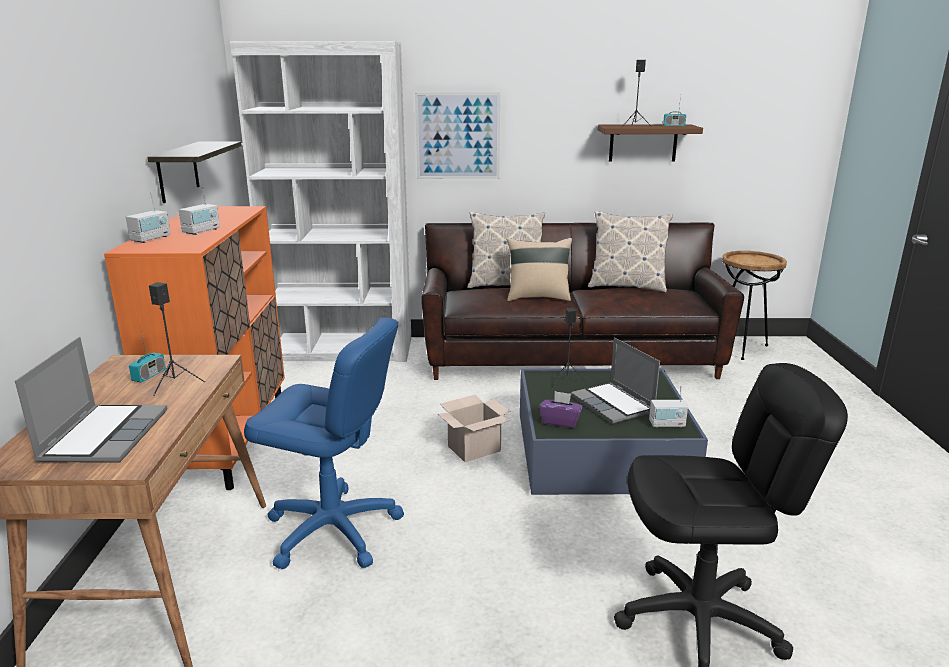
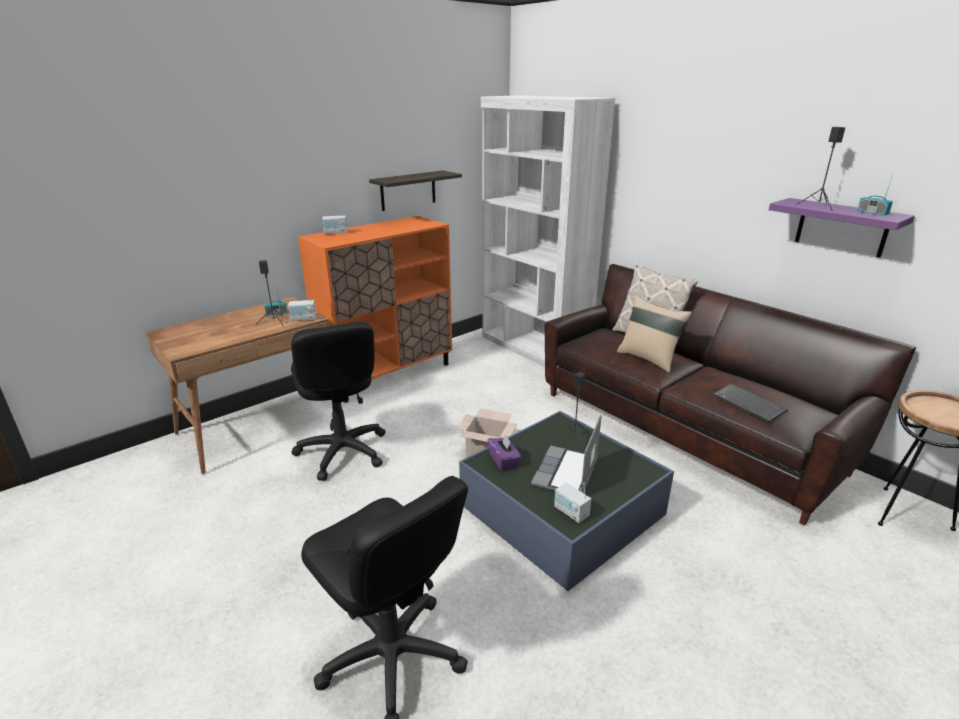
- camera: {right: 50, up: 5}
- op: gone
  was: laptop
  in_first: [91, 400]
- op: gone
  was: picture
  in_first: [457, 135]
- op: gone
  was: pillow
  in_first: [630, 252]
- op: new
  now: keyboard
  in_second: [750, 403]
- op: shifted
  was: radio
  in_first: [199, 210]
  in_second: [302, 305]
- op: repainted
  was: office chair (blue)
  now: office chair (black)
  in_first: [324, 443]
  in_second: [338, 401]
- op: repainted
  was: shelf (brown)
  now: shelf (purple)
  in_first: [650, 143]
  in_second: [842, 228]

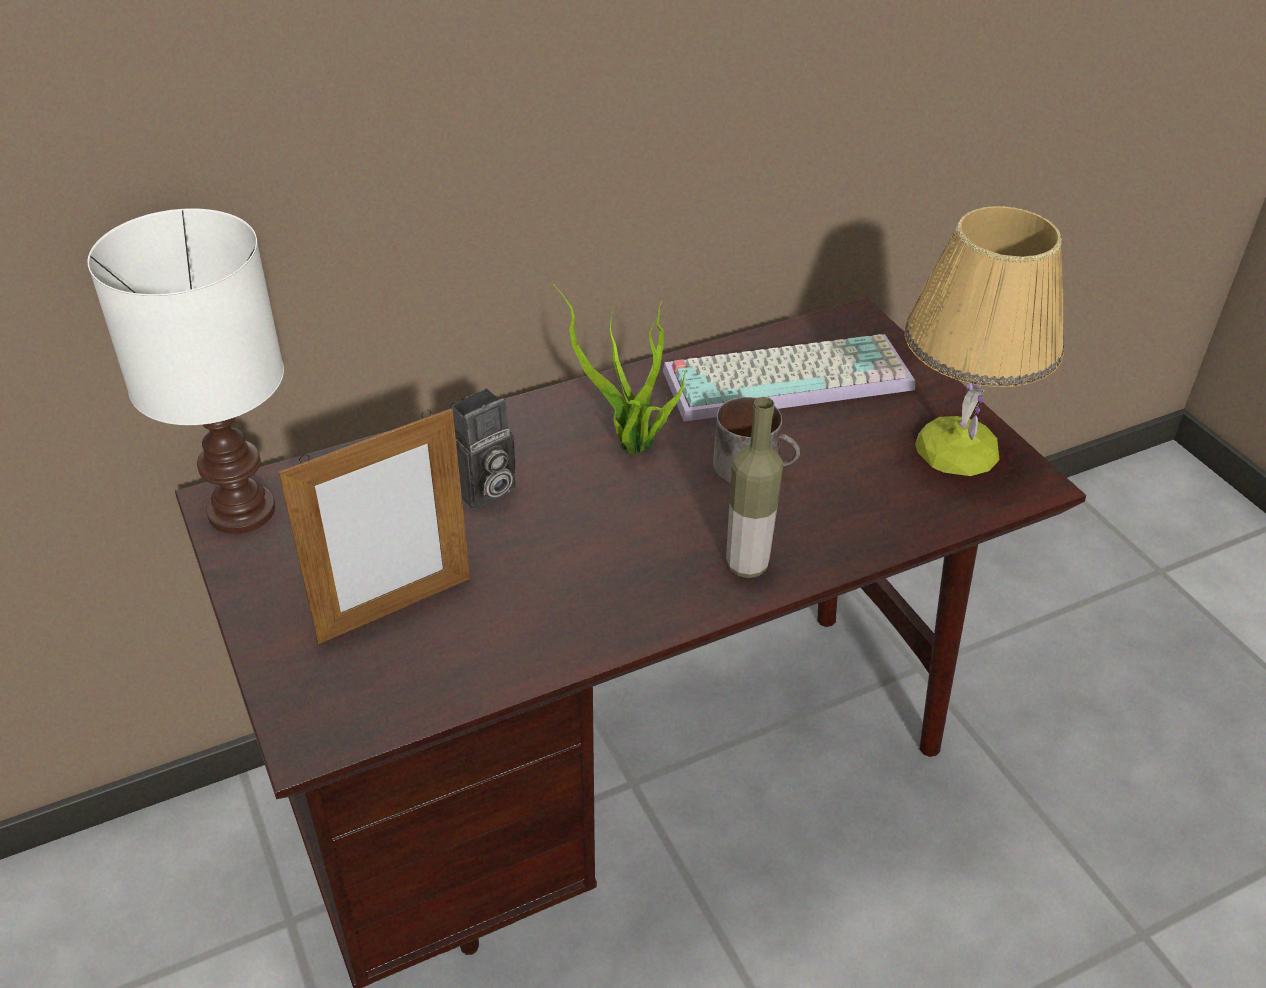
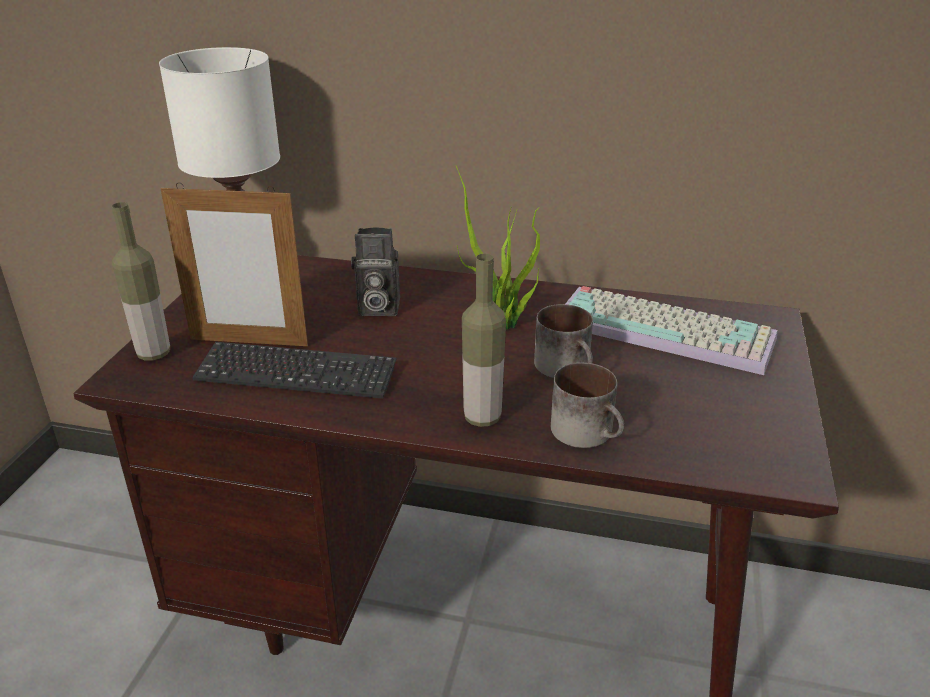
- camera: {right: 40, up: -10}
- op: gone
  was: table lamp
  in_first: [984, 341]
- op: new
  now: bottle
  in_second: [141, 281]
- op: new
  now: keyboard
  in_second: [295, 370]
- op: new
  now: mug
  in_second: [587, 405]

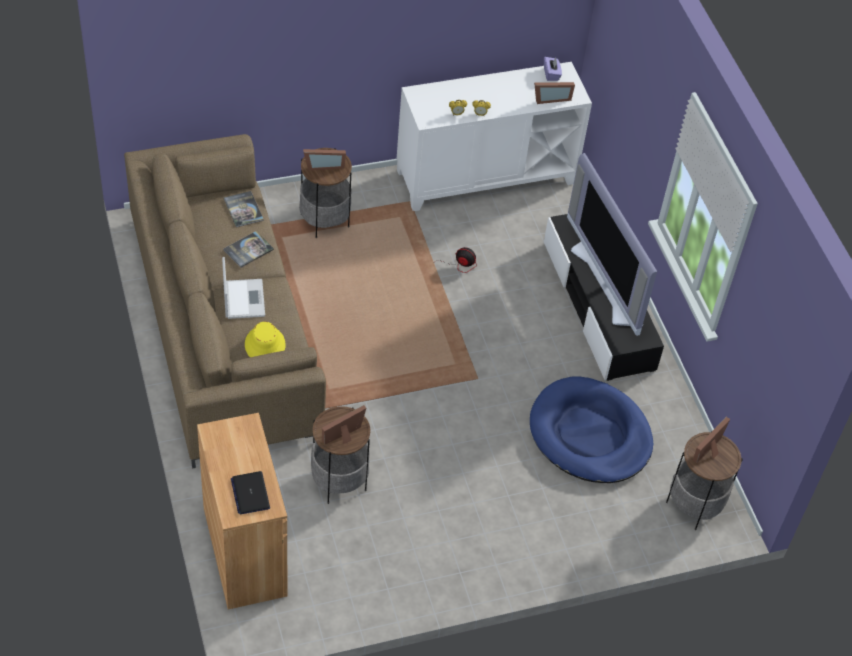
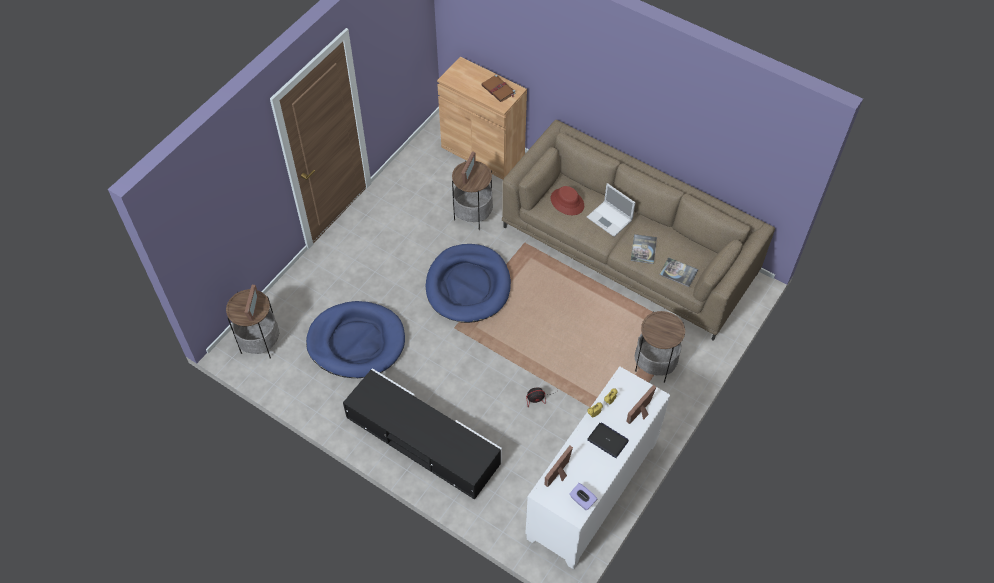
- camera: {right: 145, up: 5}
- op: gone
  was: television
  in_first: [612, 244]
- op: new
  now: dog bed (blue)
  in_second: [468, 283]
- op: new
  now: book (brown)
  in_second: [498, 88]
- op: shifted
  was: laptop
  in_first: [250, 492]
  in_second: [608, 440]
- op: shifted
  was: picture frame
  in_first: [324, 159]
  in_second: [641, 404]
- op: repainted
  was: hat (yellow)
  now: hat (red)
  in_first: [265, 339]
  in_second: [567, 200]

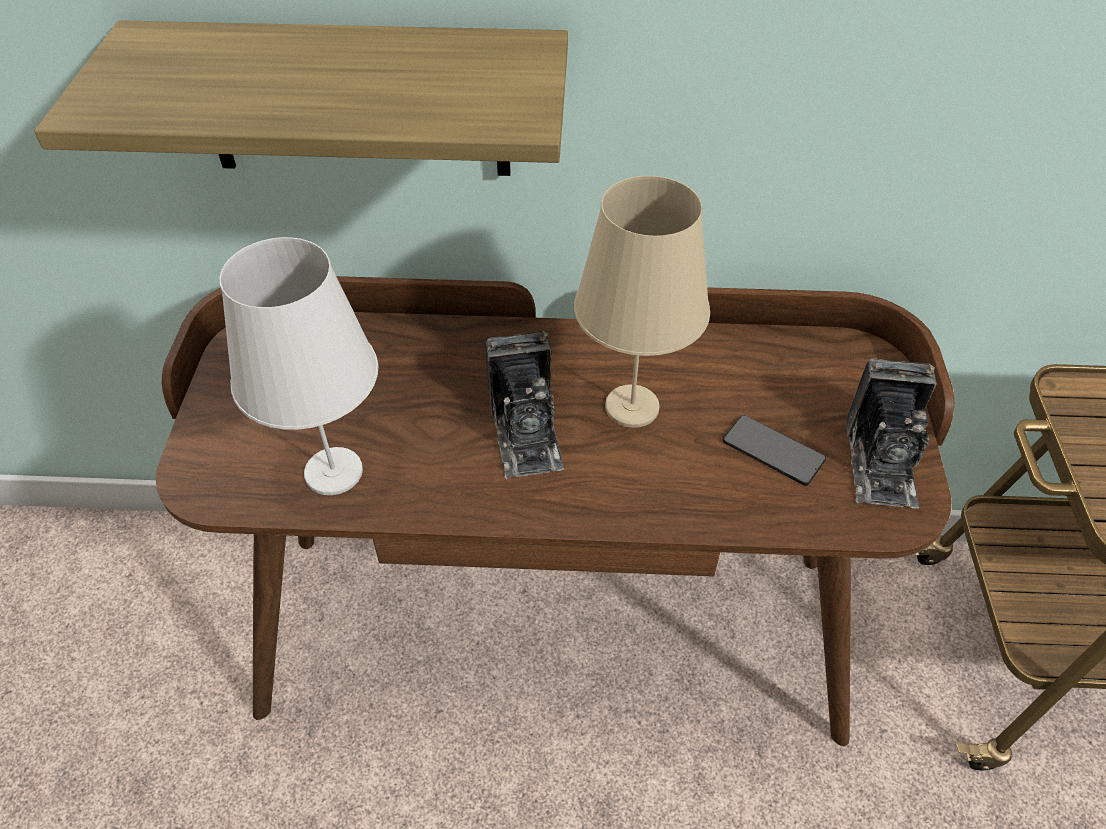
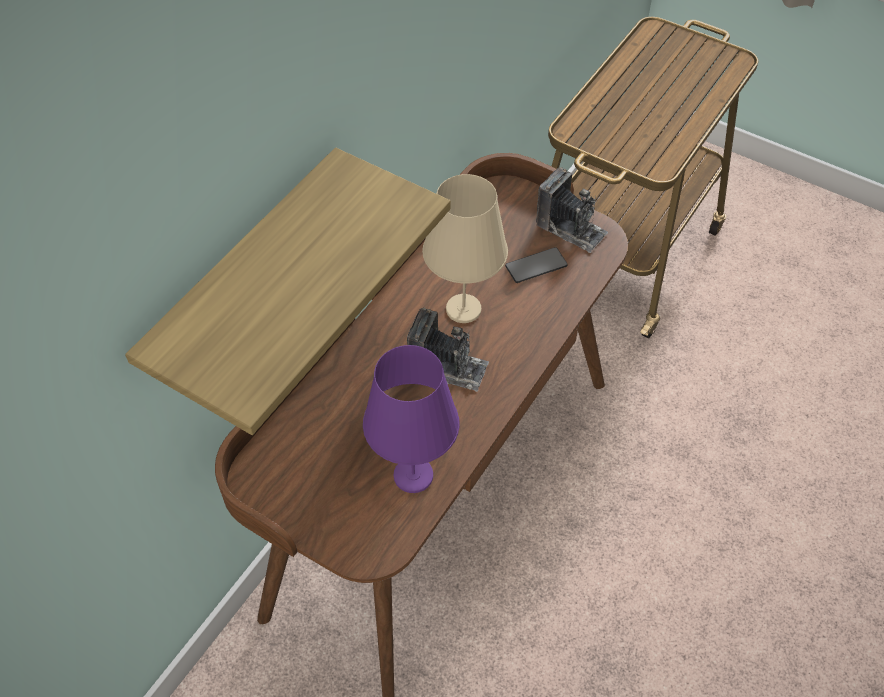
- camera: {right: -60, up: 5}
- op: repainted
  was: table lamp (white)
  now: table lamp (purple)
  in_first: [299, 366]
  in_second: [411, 419]

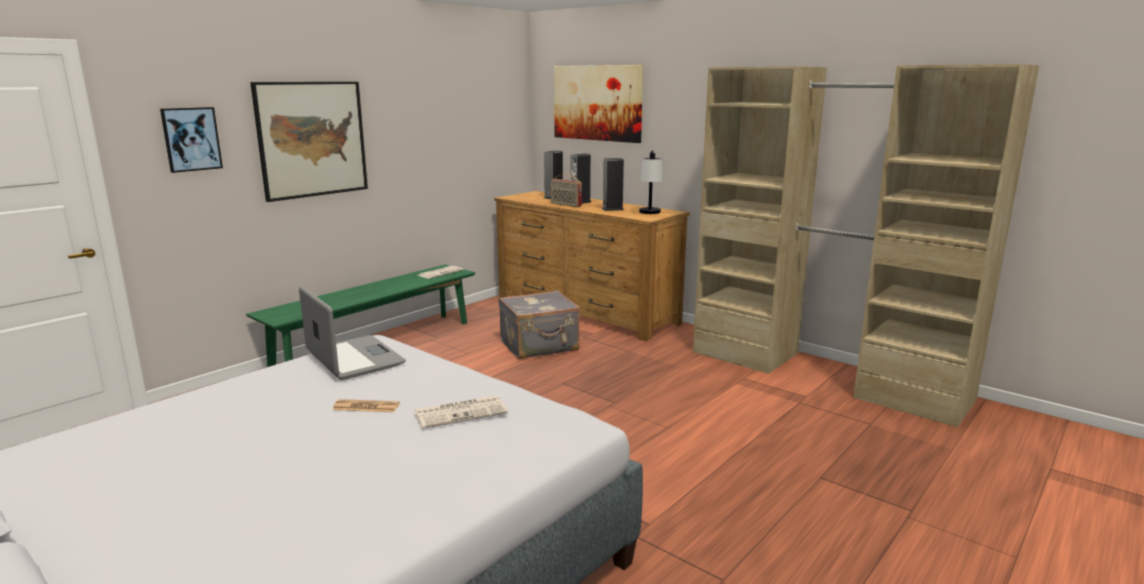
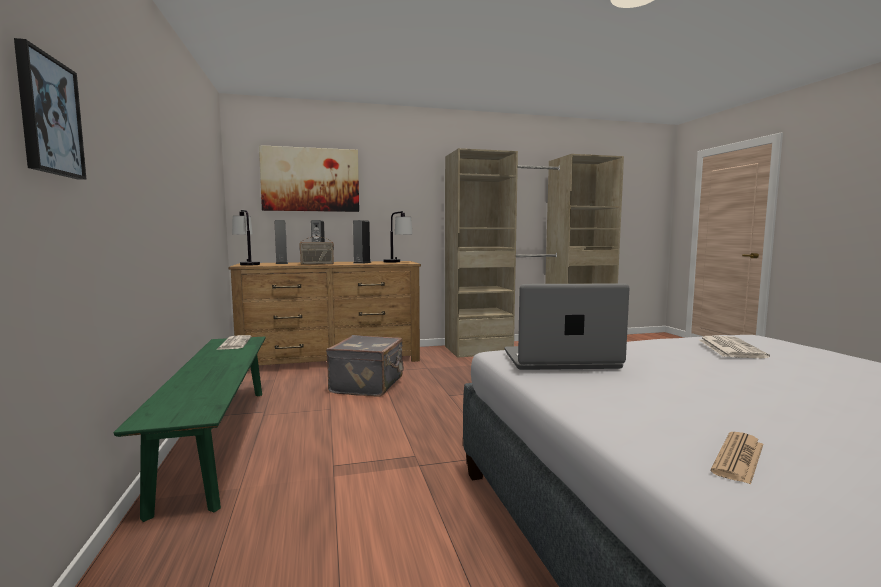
- camera: {right: -55, up: -10}
- op: gone
  was: picture
  in_first: [309, 142]
- op: new
  now: table lamp
  in_second: [246, 238]
- op: shifted
  was: newspaper
  in_first: [366, 405]
  in_second: [737, 458]

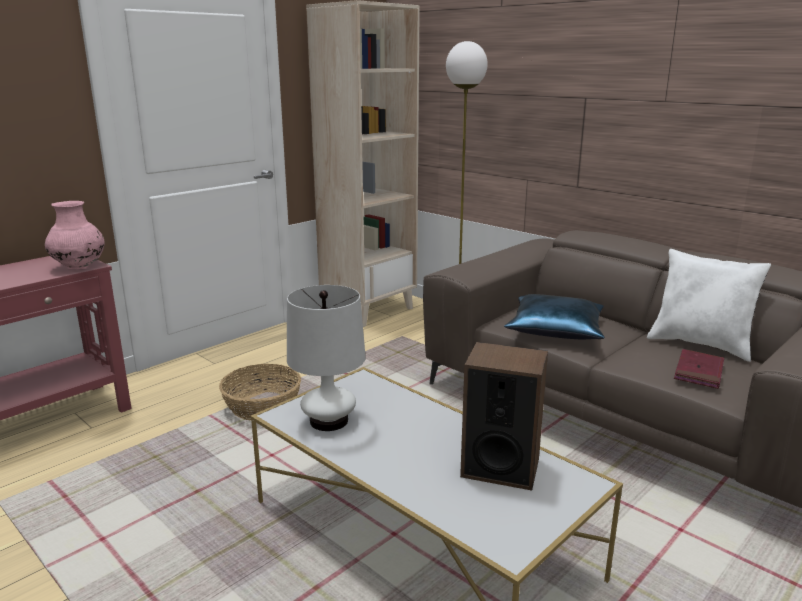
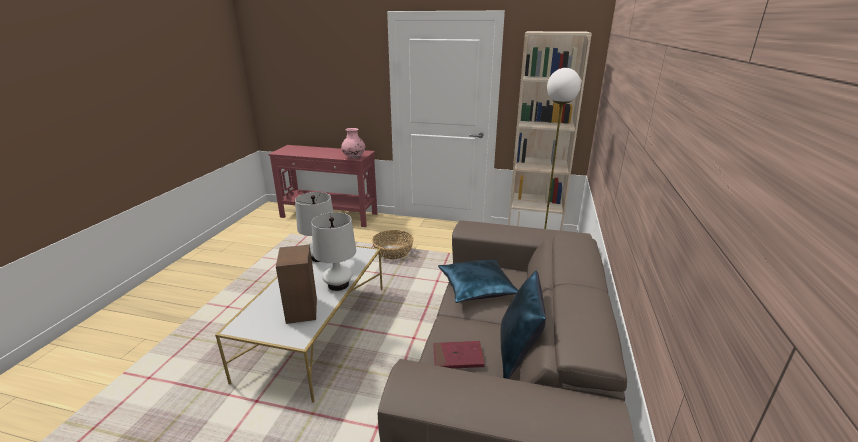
- camera: {right: 60, up: 5}
- op: new
  now: table lamp (white)
  in_second: [333, 251]
- op: repainted
  was: pillow (white)
  now: pillow (blue)
  in_first: [709, 305]
  in_second: [523, 325]

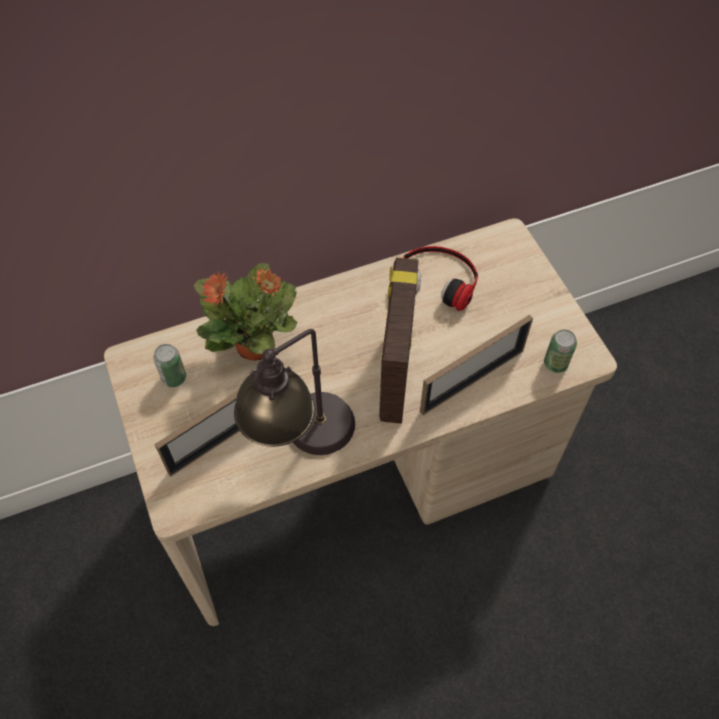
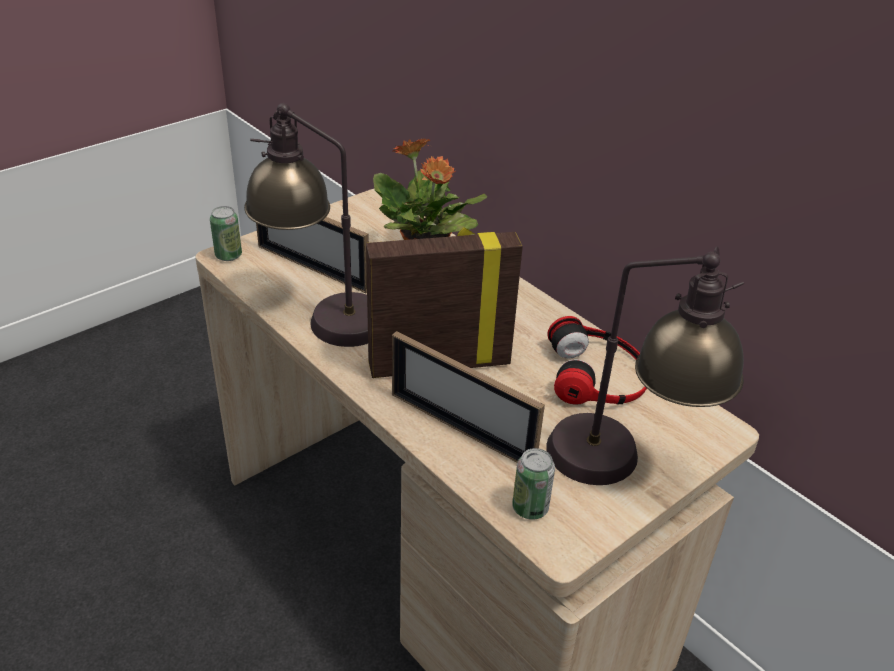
- camera: {right: 70, up: -20}
- op: new
  now: table lamp
  in_second: [645, 366]
- op: shifted
  was: can
  in_first: [169, 365]
  in_second: [226, 233]

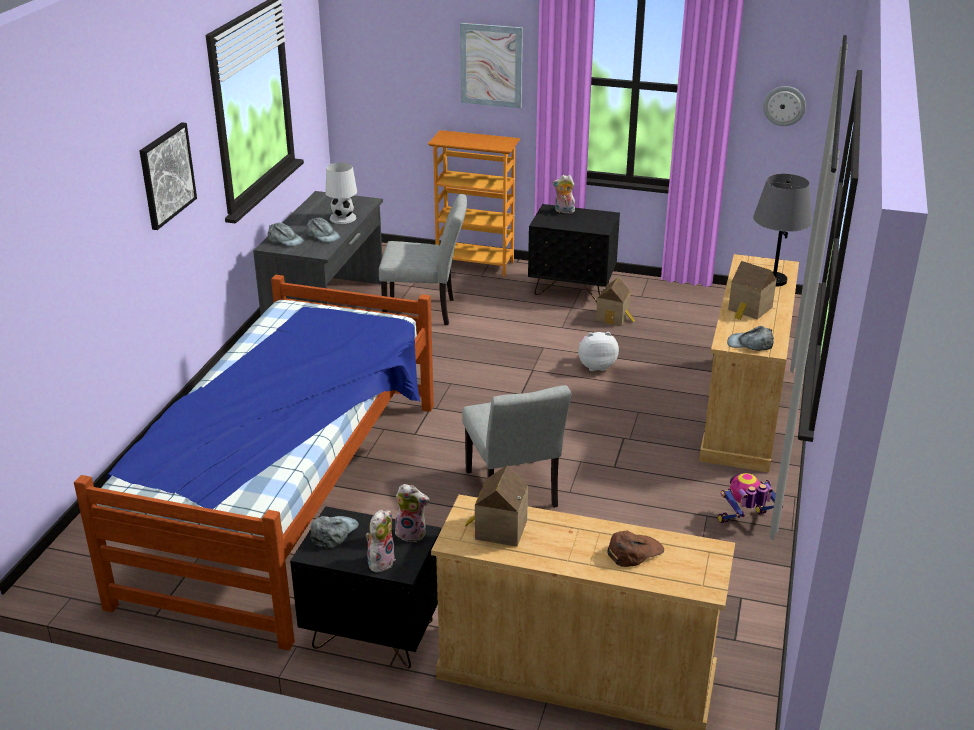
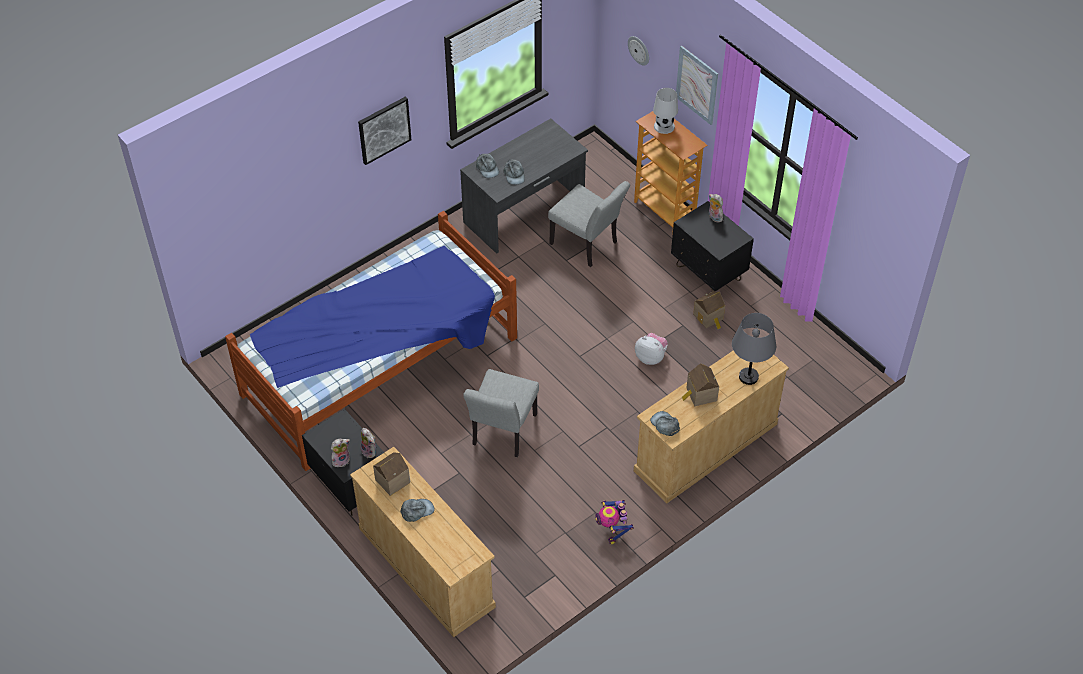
- camera: {right: 35, up: 20}
- op: gone
  was: cap (brown)
  in_first: [635, 549]
- op: shifted
  was: cap (grey)
  in_first: [335, 532]
  in_second: [417, 510]
- op: shifted
  was: table lamp (white)
  in_first: [341, 193]
  in_second: [665, 111]
- op: shifted
  was: wall clock
  in_first: [784, 106]
  in_second: [638, 51]
- op: rotated
  was: toy robot
  in_first: [750, 498]
  in_second: [614, 522]
  clockwise: -120

